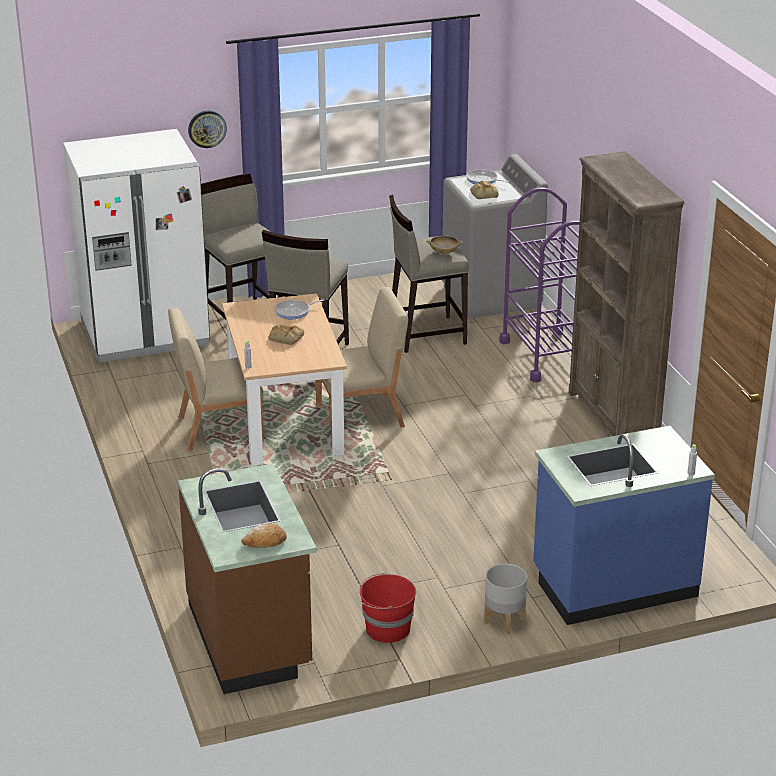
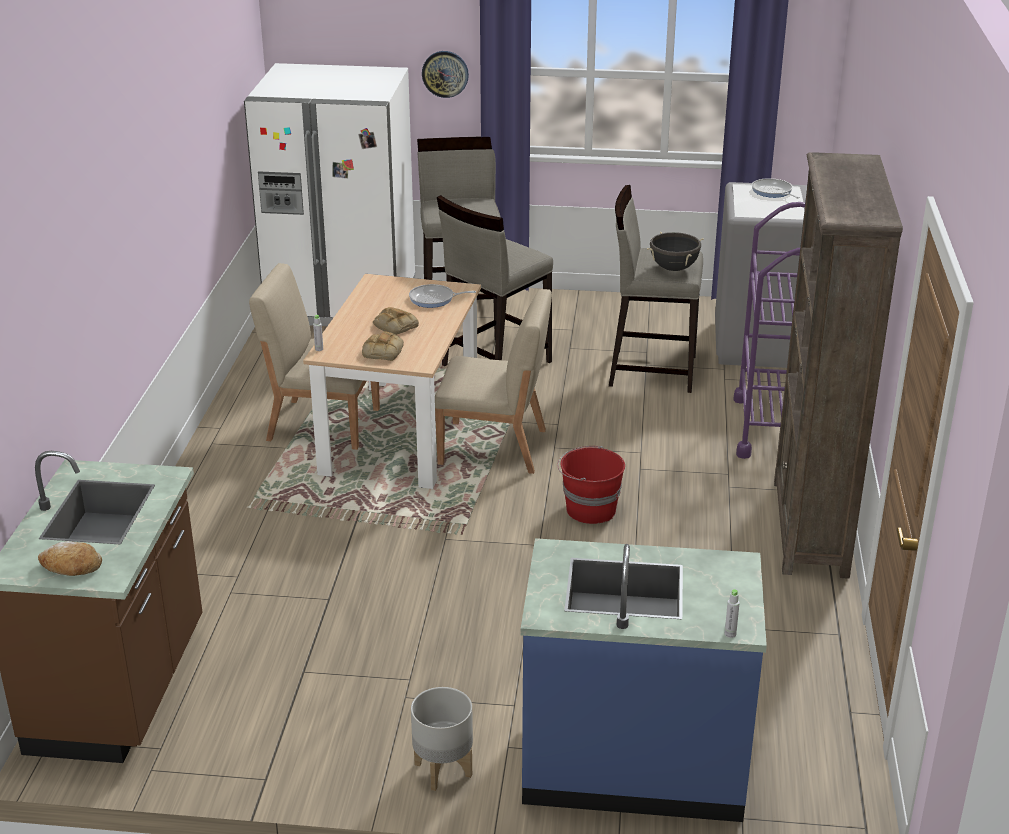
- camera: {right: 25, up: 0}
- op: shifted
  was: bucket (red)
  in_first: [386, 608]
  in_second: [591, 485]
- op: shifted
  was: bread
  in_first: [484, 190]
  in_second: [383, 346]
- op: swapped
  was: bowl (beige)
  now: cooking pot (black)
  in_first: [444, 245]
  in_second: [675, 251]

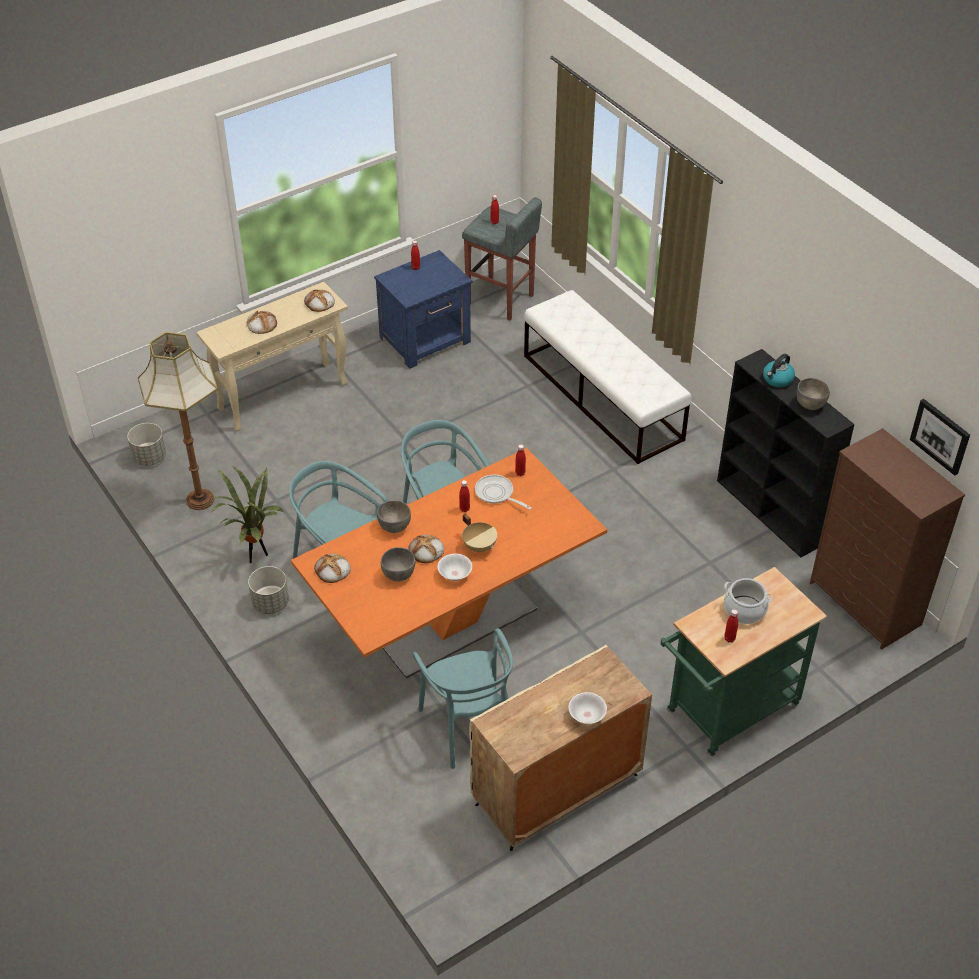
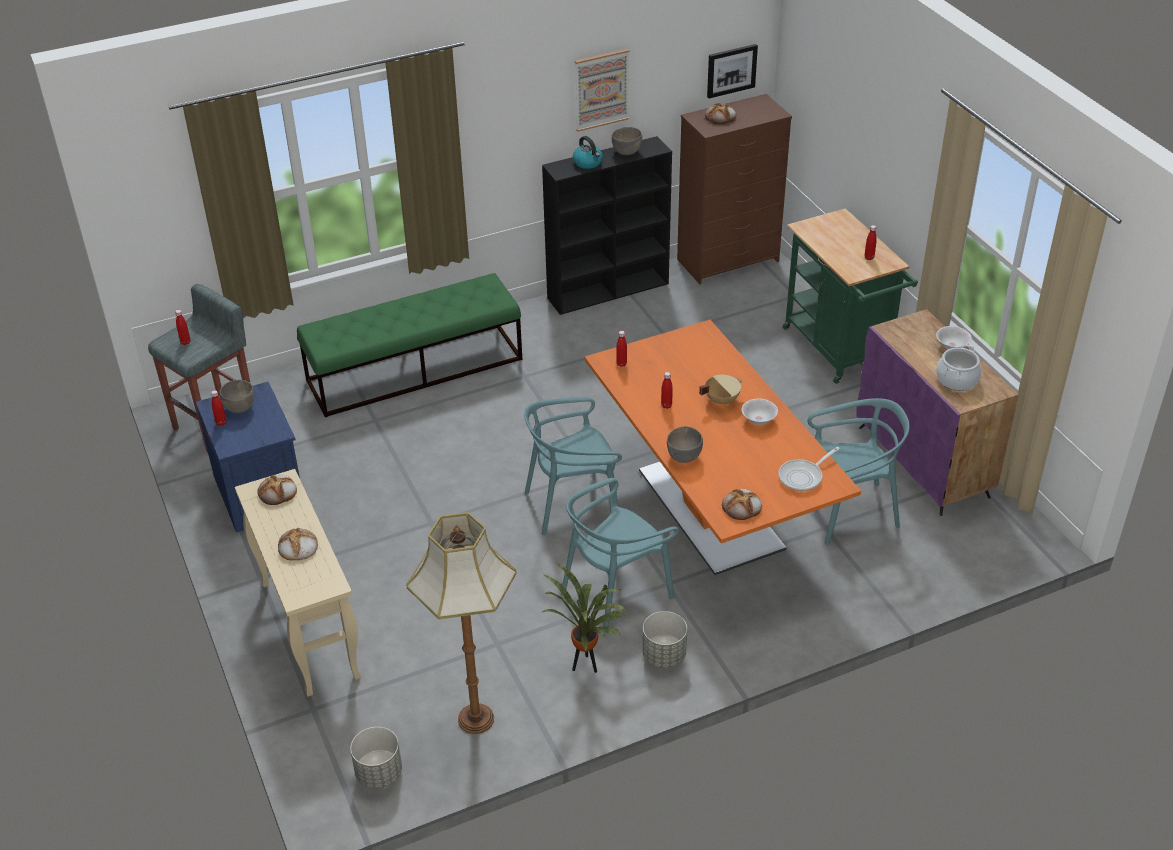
- camera: {right: -80, up: -5}
- op: new
  now: picture
  in_second: [602, 90]
- op: shifted
  was: bowl (grey)
  in_first: [398, 564]
  in_second: [237, 396]
- op: shifted
  was: bread
  in_first: [426, 549]
  in_second: [720, 113]
- op: shifted
  was: frying pan
  in_first: [503, 492]
  in_second: [809, 469]
- op: shifted
  was: cooking pot
  in_first: [748, 601]
  in_second: [958, 368]
- op: repainted
  was: cabinet (beige)
  now: cabinet (purple)
  in_first: [560, 748]
  in_second: [937, 412]
- op: repainted
  was: bench (white)
  now: bench (green)
  in_first: [607, 377]
  in_second: [409, 345]

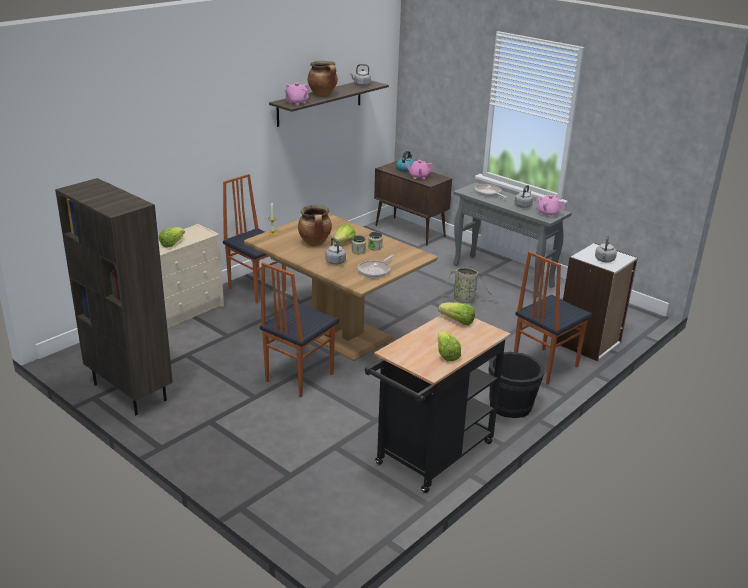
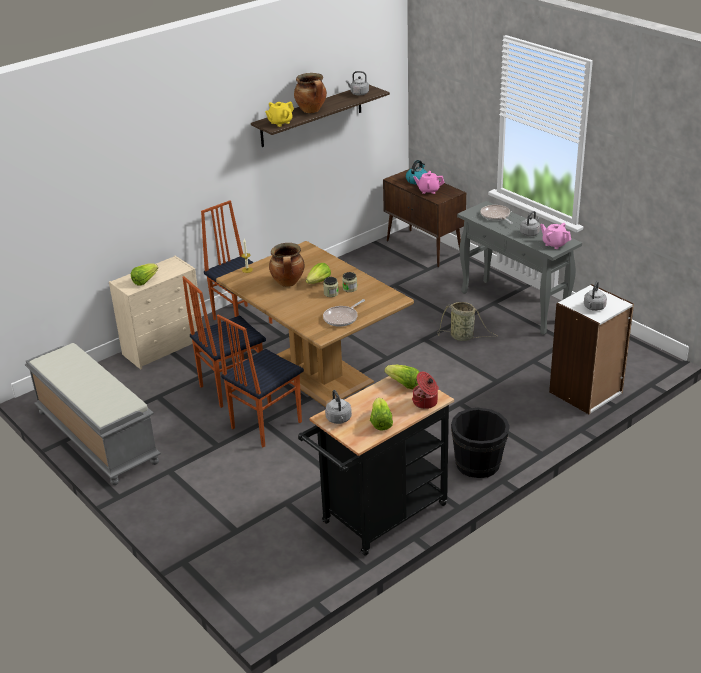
- camera: {right: 10, up: 5}
- op: new
  now: cooking pot
  in_second: [425, 390]
- op: shifted
  was: kettle (grey)
  in_first: [335, 251]
  in_second: [338, 407]
- op: shifted
  was: chair
  in_first: [553, 318]
  in_second: [224, 342]
- op: swapped
  was: bookcase (brown)
  now: bench (grey)
  in_first: [114, 296]
  in_second: [93, 414]
- op: repainted
  was: teapot (pink)
  now: teapot (yellow)
  in_first: [297, 94]
  in_second: [279, 114]

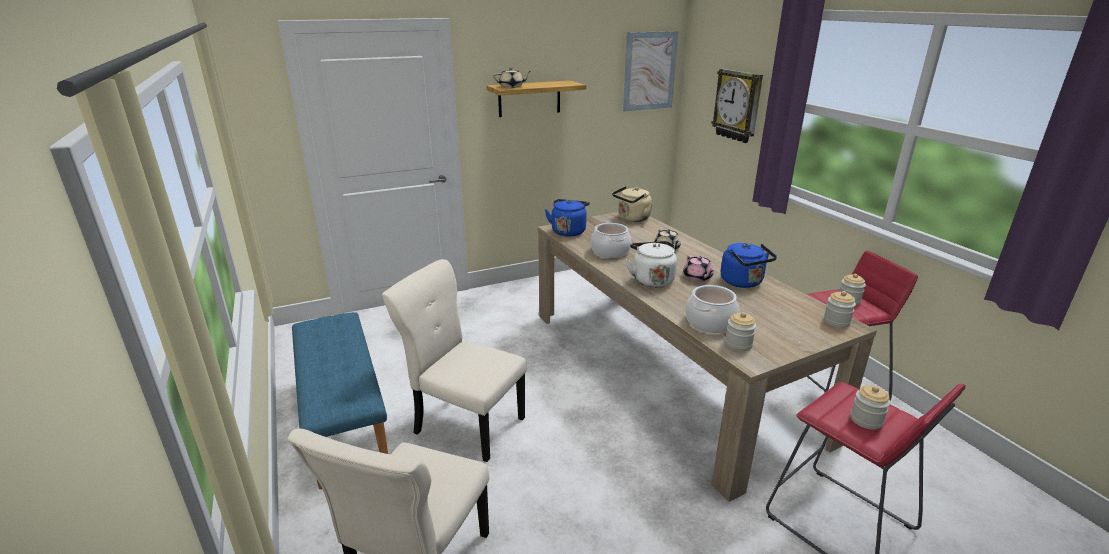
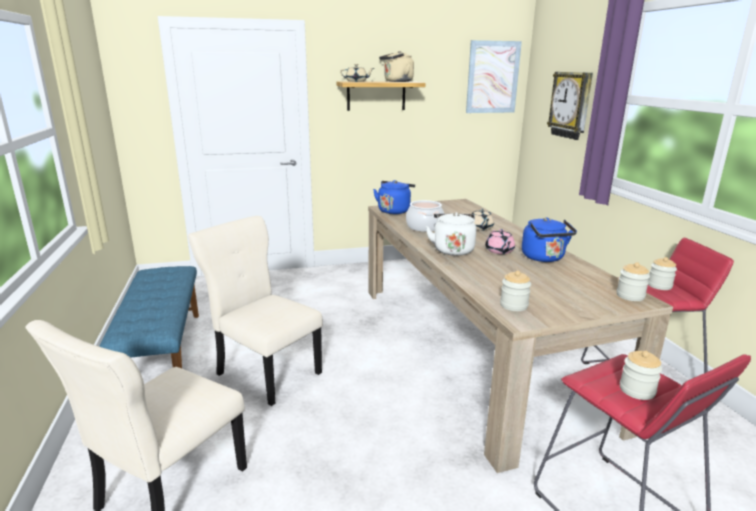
- camera: {right: 10, up: -5}
- op: gone
  was: cooking pot
  in_first: [712, 309]
- op: shifted
  was: kettle (beige)
  in_first: [632, 204]
  in_second: [396, 66]

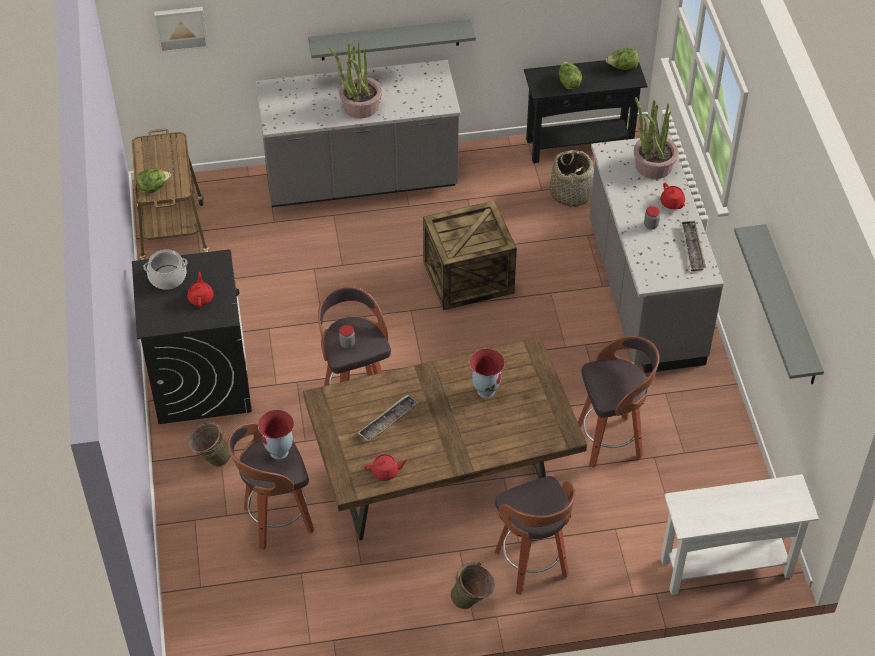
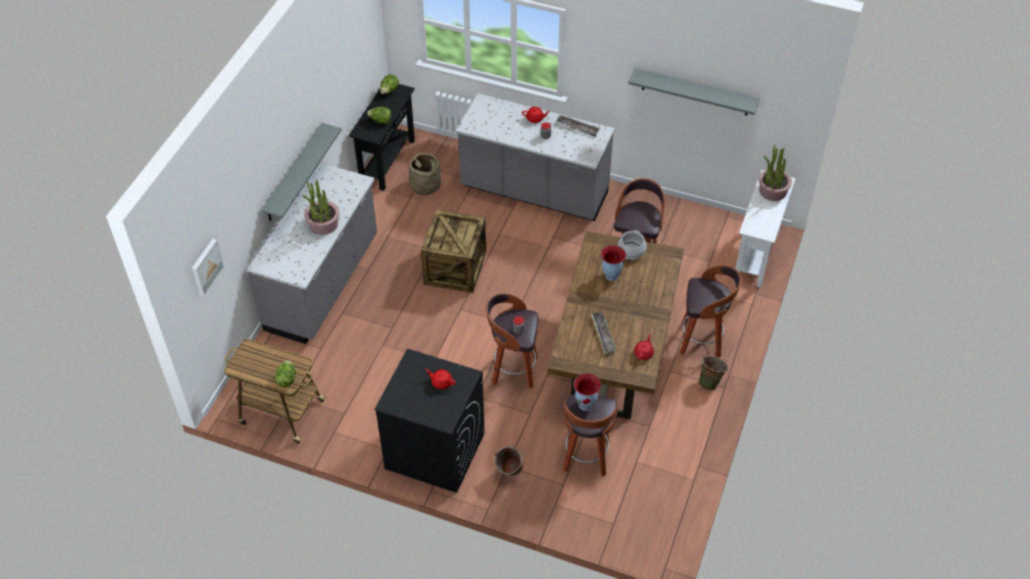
- camera: {right: -60, up: 0}
- op: shifted
  was: cooking pot
  in_first: [165, 270]
  in_second: [632, 245]
- op: shifted
  was: potted plant
  in_first: [656, 138]
  in_second: [775, 173]

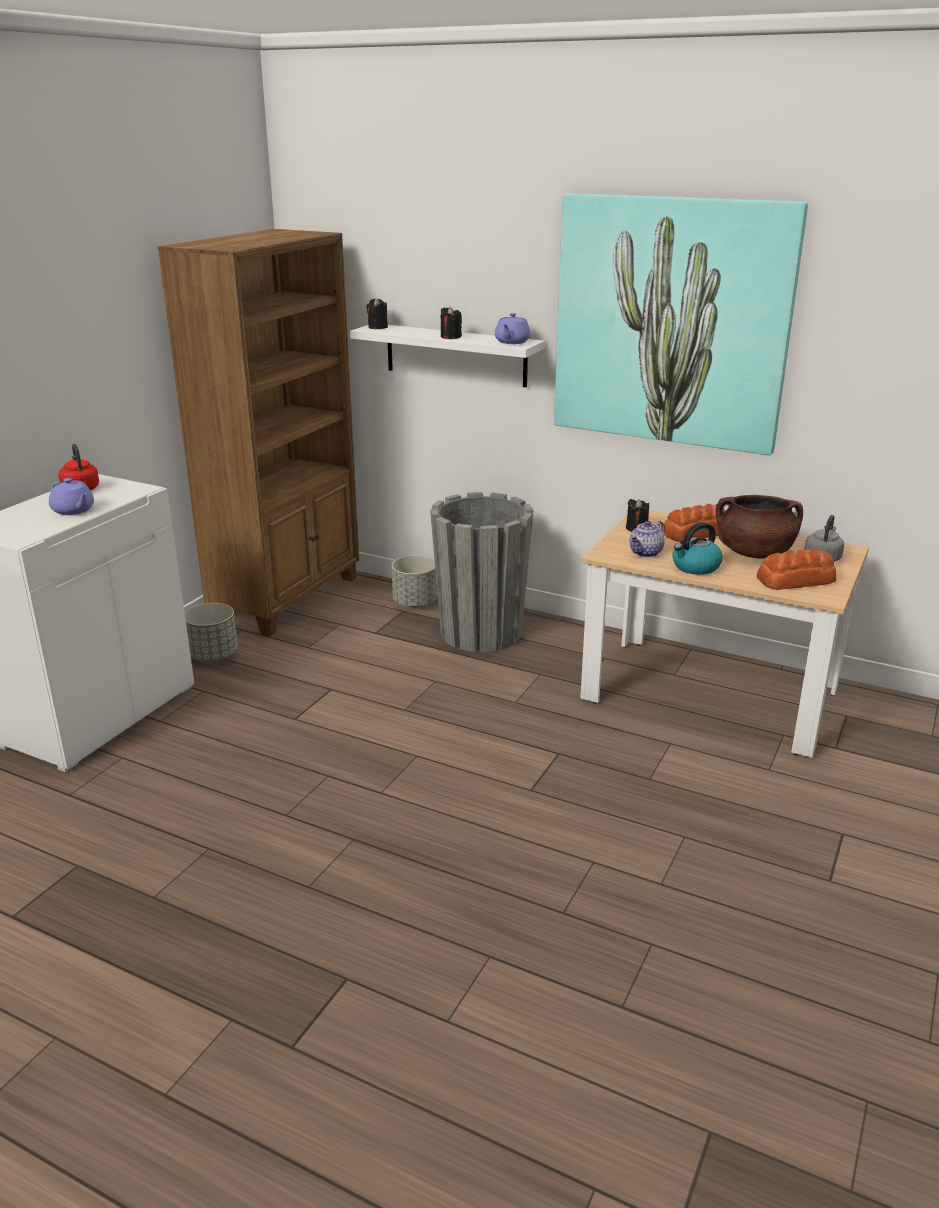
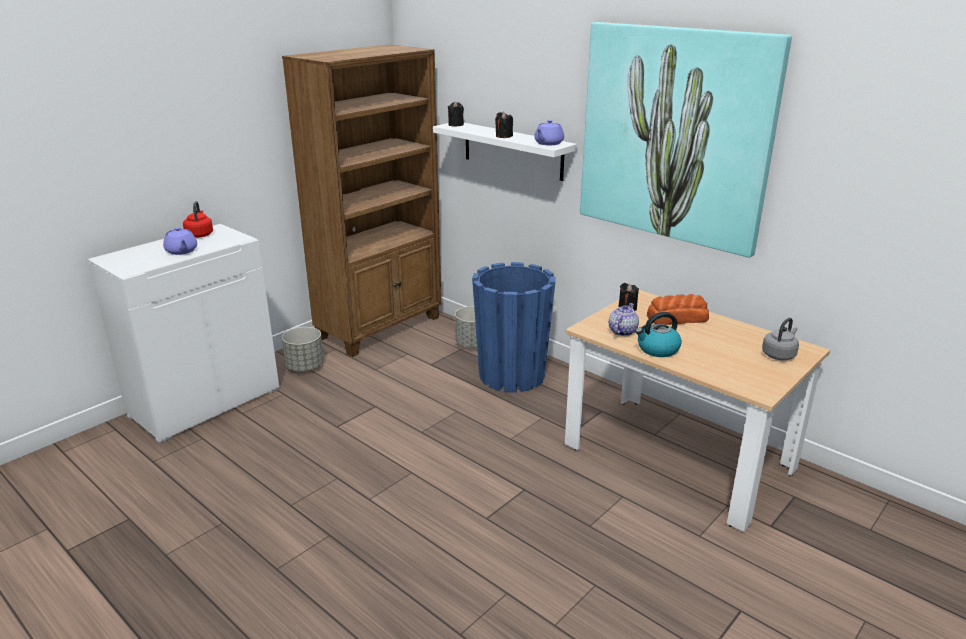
- camera: {right: 15, up: 0}
- op: gone
  was: cooking pot (brown)
  in_first: [759, 526]
- op: gone
  was: bread
  in_first: [797, 569]
- op: repainted
  was: planter (grey)
  now: planter (blue)
  in_first: [482, 572]
  in_second: [514, 327]
- op: rotated
  was: teapot
  in_first: [647, 539]
  in_second: [624, 319]
  clockwise: 150

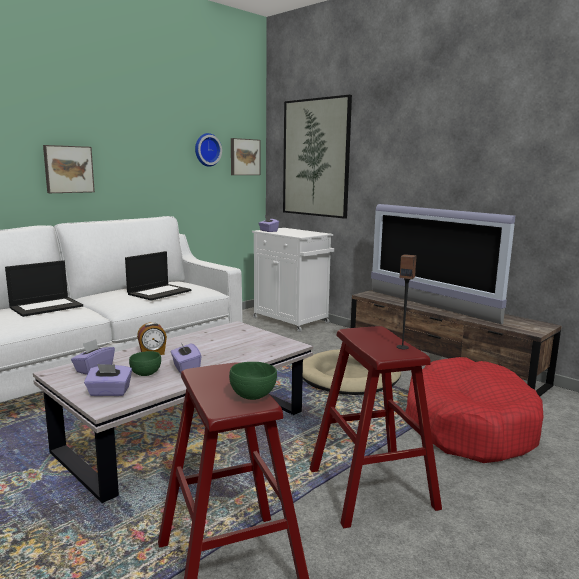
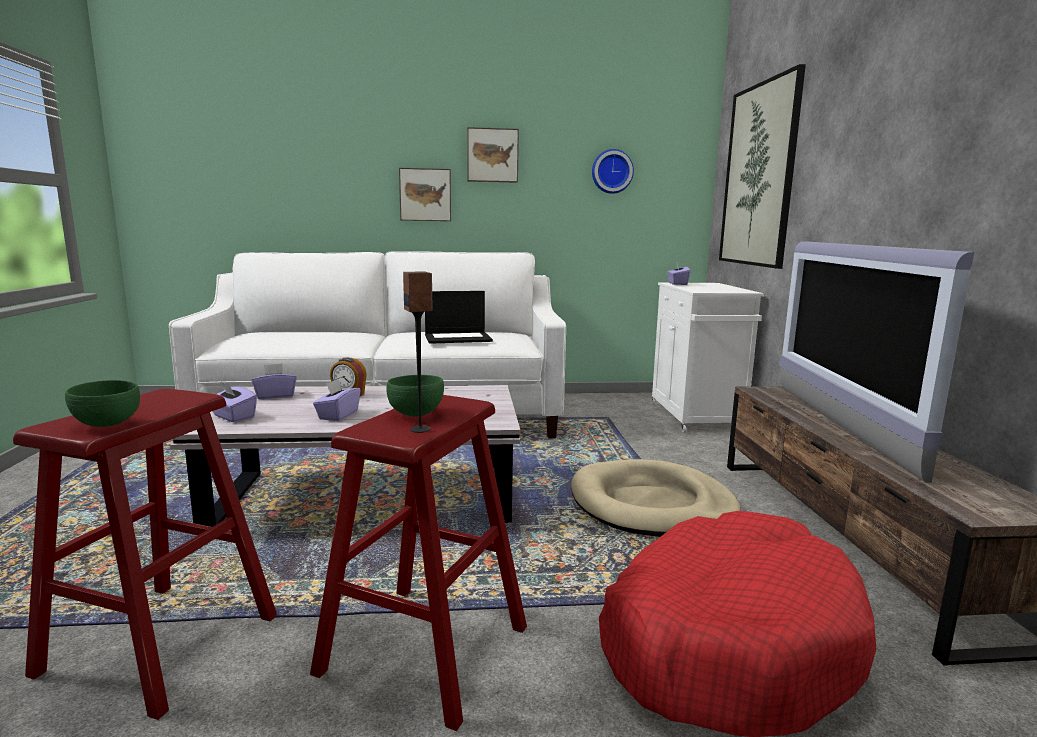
- camera: {right: 40, up: 0}
- op: gone
  was: laptop
  in_first: [44, 288]
- op: shifted
  was: bowl (green)
  in_first: [145, 363]
  in_second: [415, 395]
- op: shifted
  was: picture
  in_first: [245, 156]
  in_second: [493, 155]

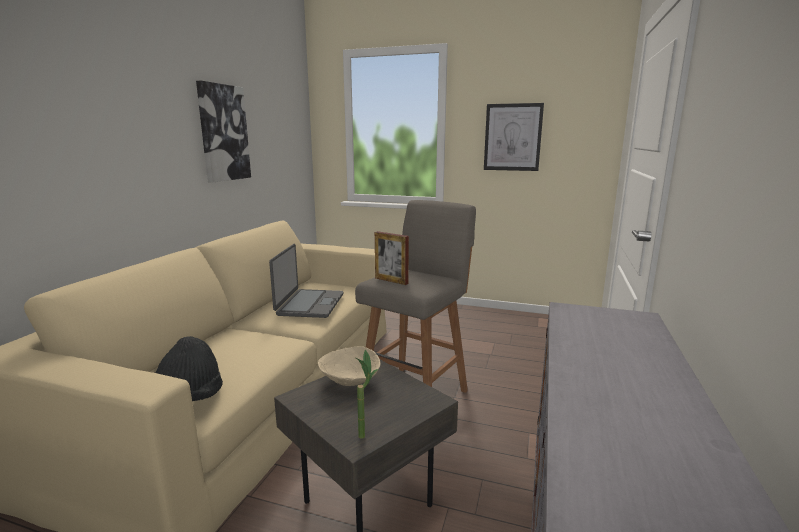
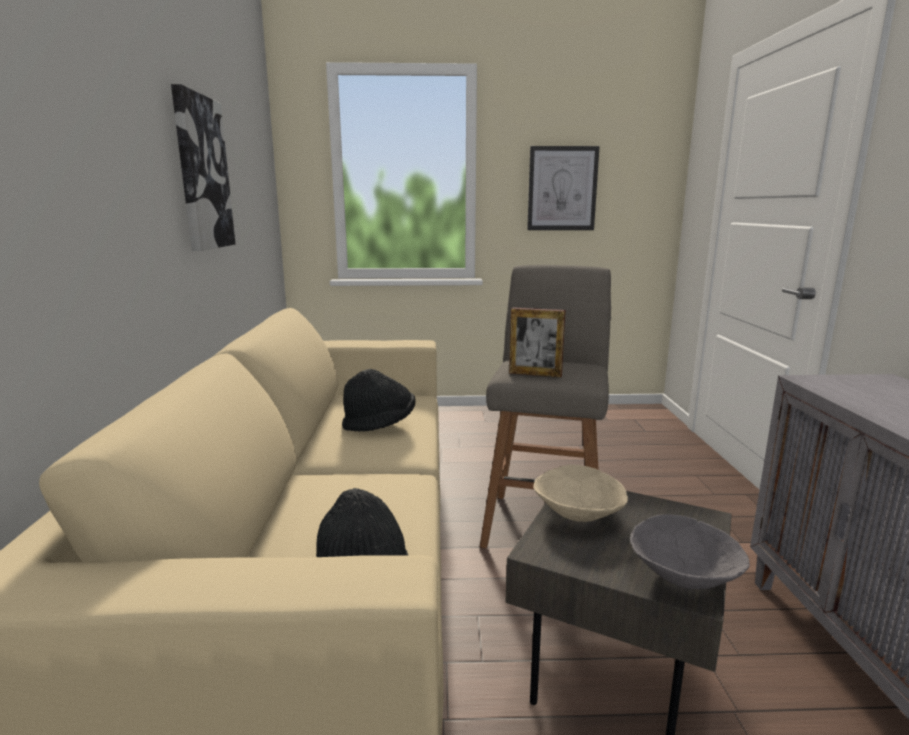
- camera: {right: -20, up: 0}
- op: swapped
  was: laptop
  now: hat (black)
  in_first: [306, 281]
  in_second: [378, 400]
- op: swapped
  was: potted plant
  now: bowl (grey)
  in_first: [366, 394]
  in_second: [690, 551]

